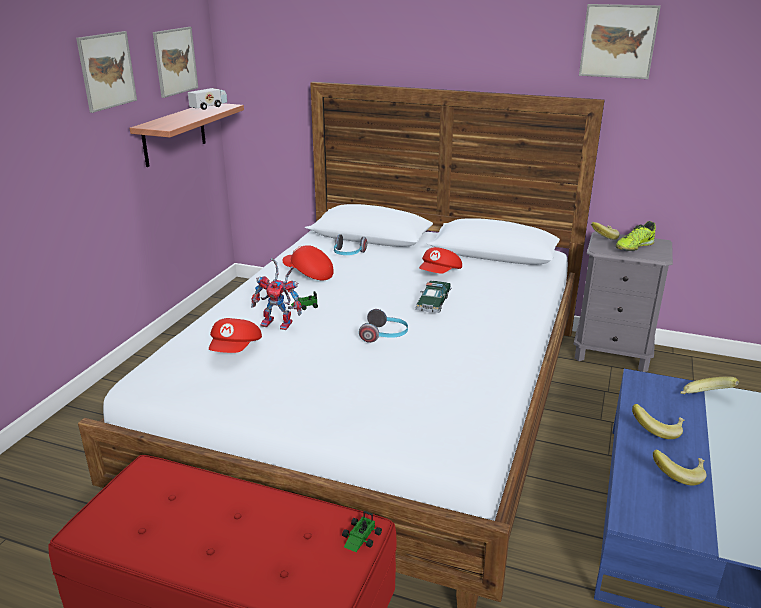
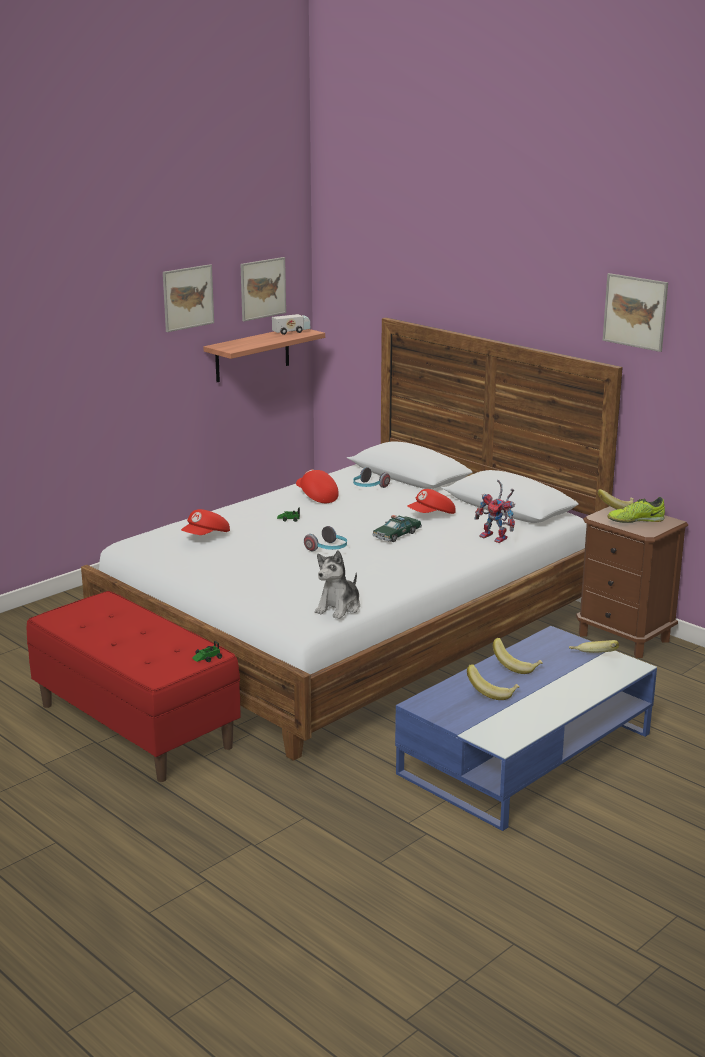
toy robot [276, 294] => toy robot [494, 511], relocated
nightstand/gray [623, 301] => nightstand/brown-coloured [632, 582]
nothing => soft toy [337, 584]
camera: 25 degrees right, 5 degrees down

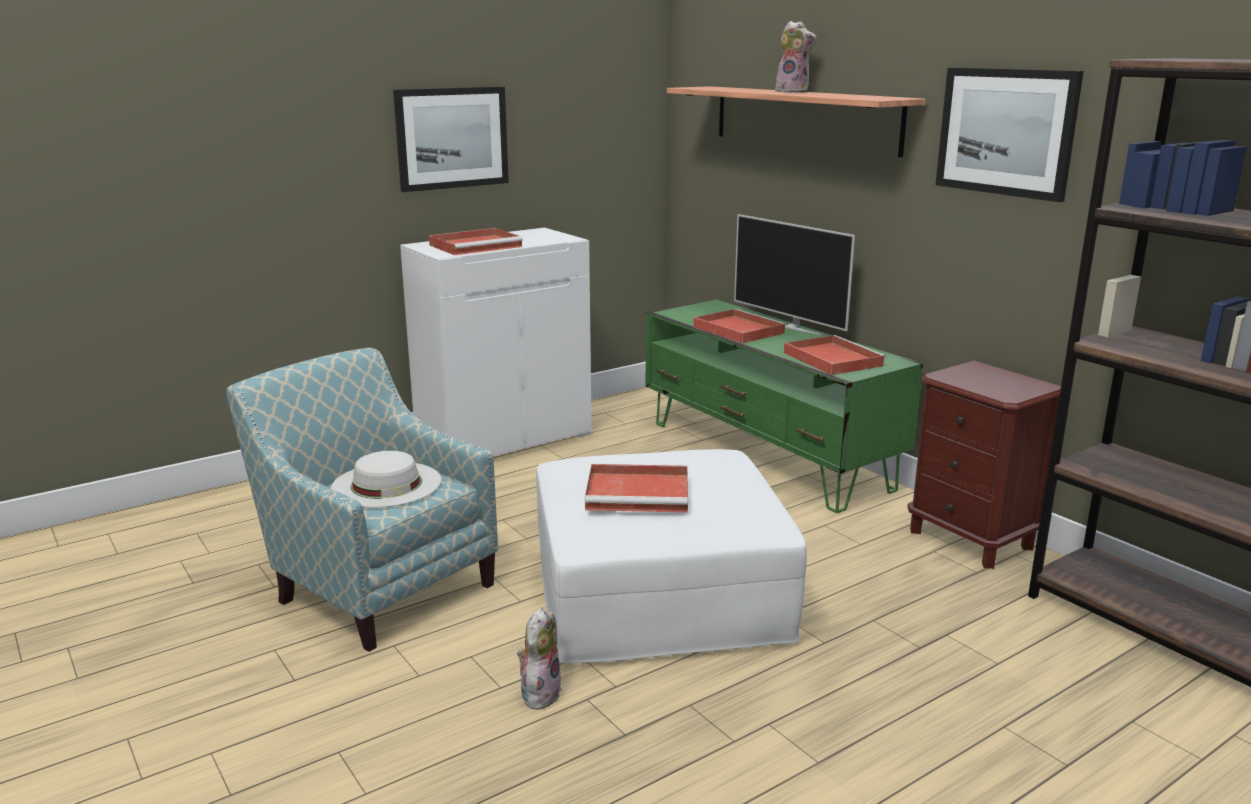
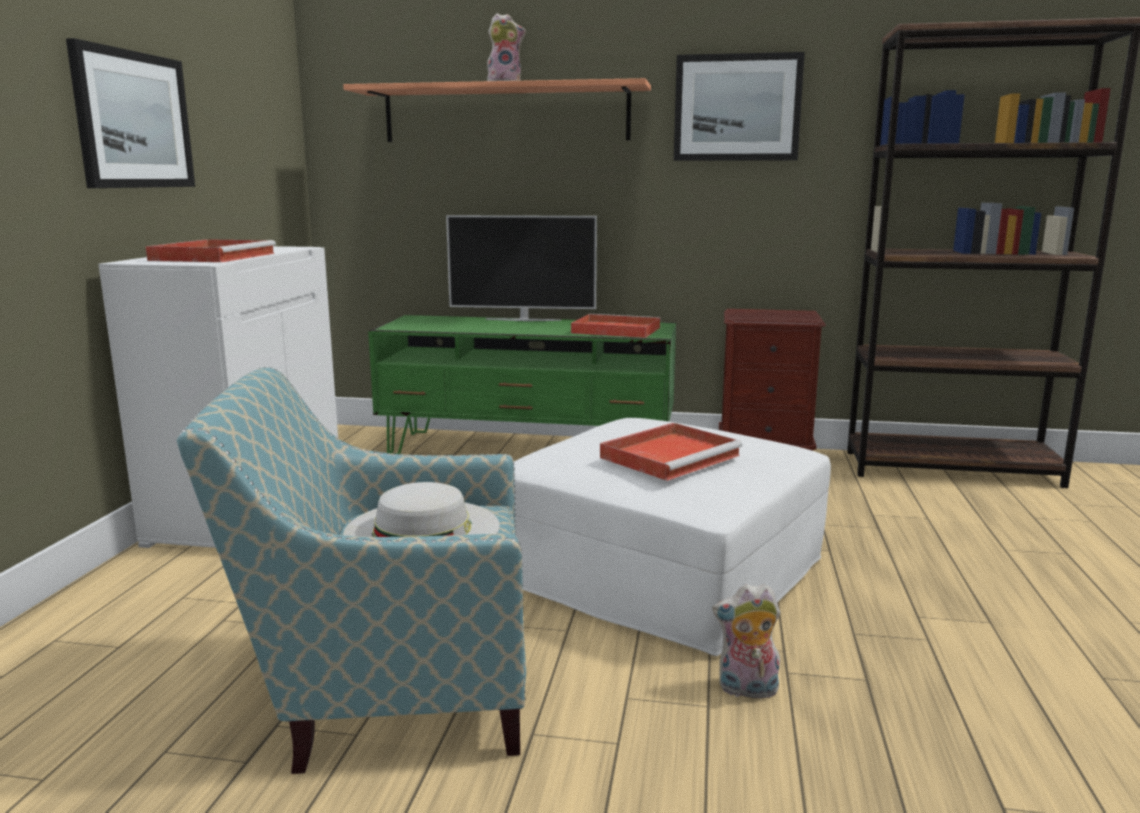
soft toy [539, 659] => soft toy [746, 643], 60 degrees counterclockwise
serving tray/red-coloured [740, 326] => nothing
camera: 45 degrees left, 5 degrees down

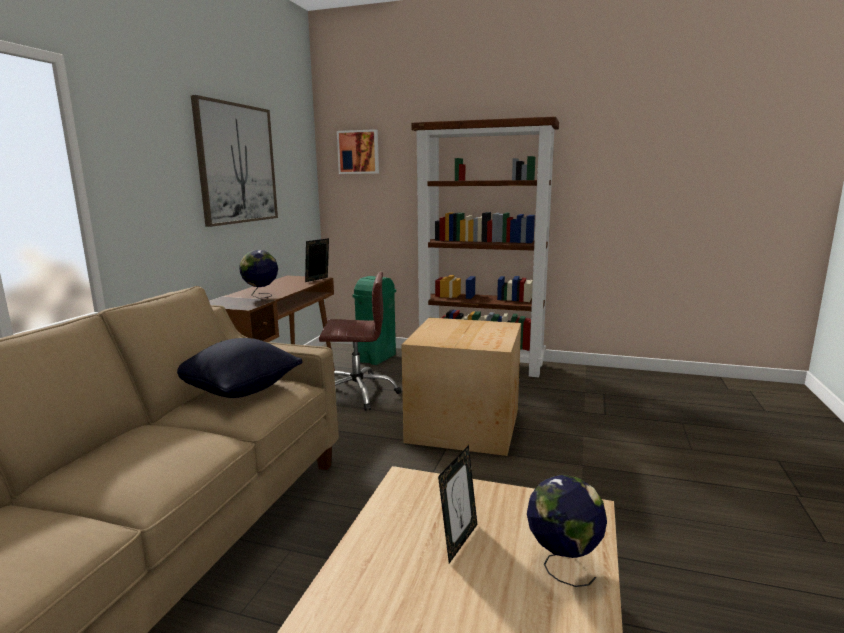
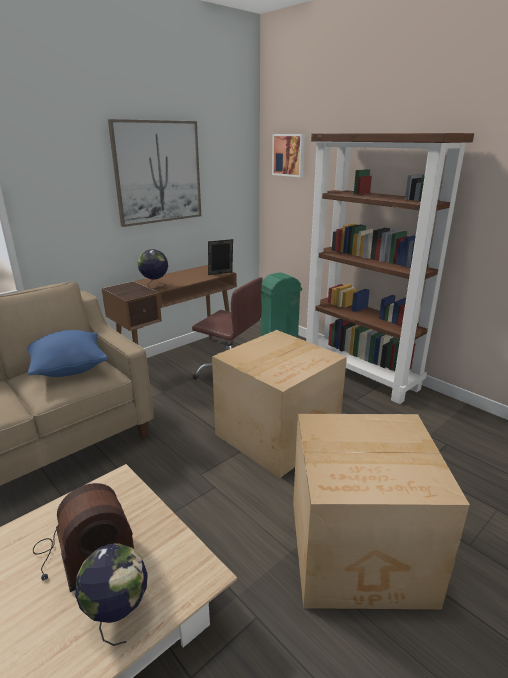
cushion/black-coloured [240, 368] => cushion/blue [67, 353]
picture frame [457, 504] => radio [83, 537]
nothing => packing box [381, 511]
camera: 30 degrees right, 10 degrees up

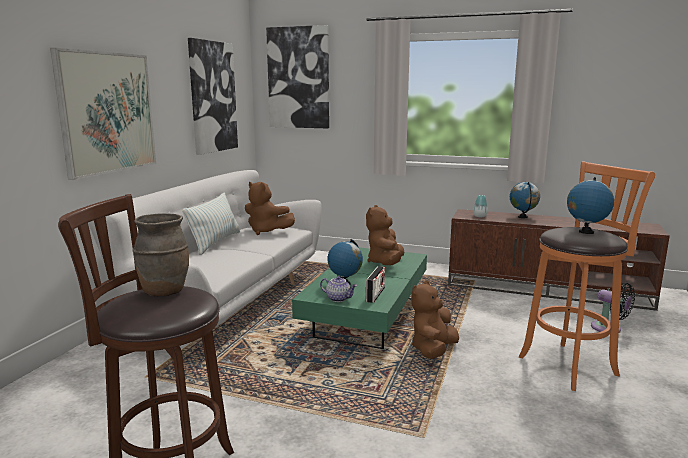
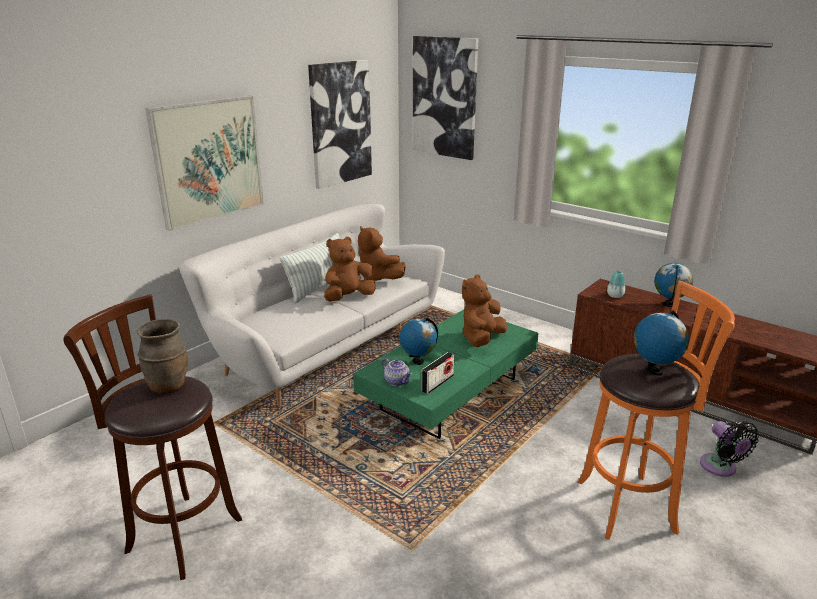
soft toy/brown-coloured [435, 320] => soft toy/brown-coloured [350, 269], relocated
camera: 20 degrees right, 10 degrees up

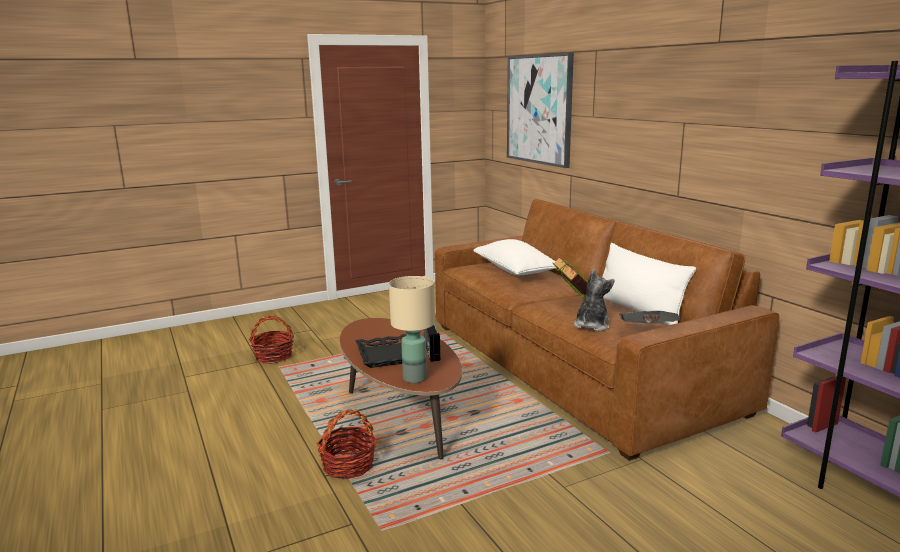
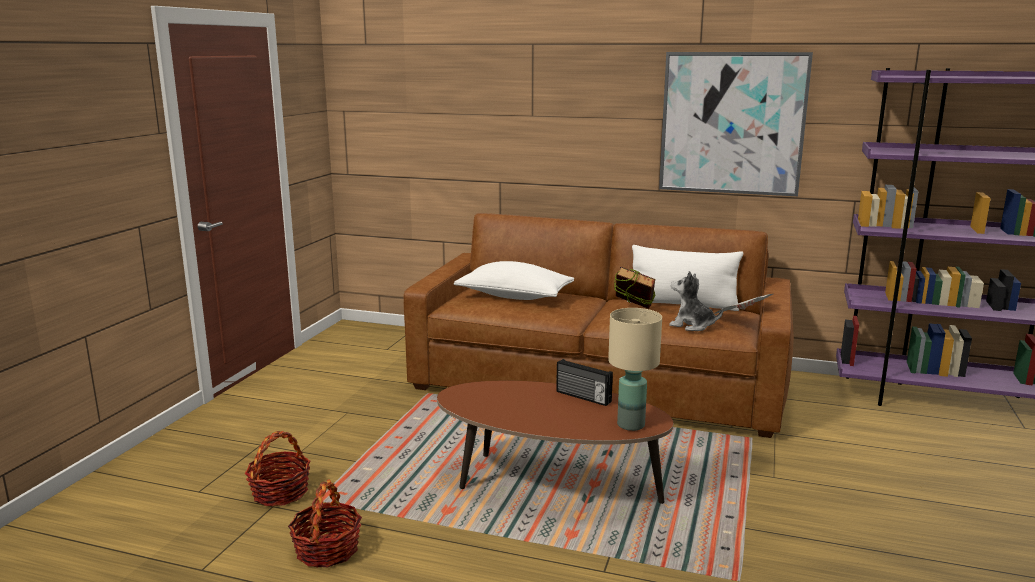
basket [347, 444] => basket [325, 524], relocated
serving tray/black-coloured [381, 351] => nothing
wall picture [540, 110] => wall picture [736, 124], relocated
soft toy [594, 300] => soft toy [696, 301], 45 degrees counterclockwise
camera: 45 degrees left, 0 degrees up

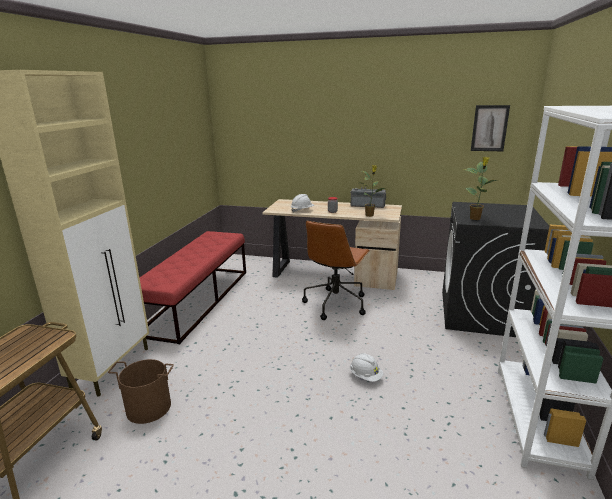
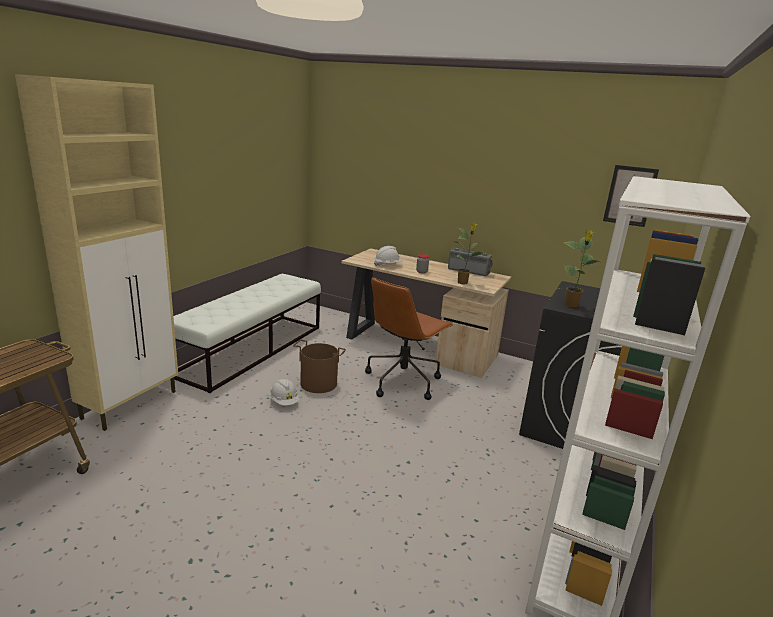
bucket/brown-coloured [141, 391] => bucket/brown-coloured [319, 366], relocated
bench/red-coloured [193, 287] => bench/white-coloured [247, 333]
work helmet/white-coloured [366, 367] => work helmet/white-coloured [284, 391], relocated
camera: 10 degrees right, 0 degrees up

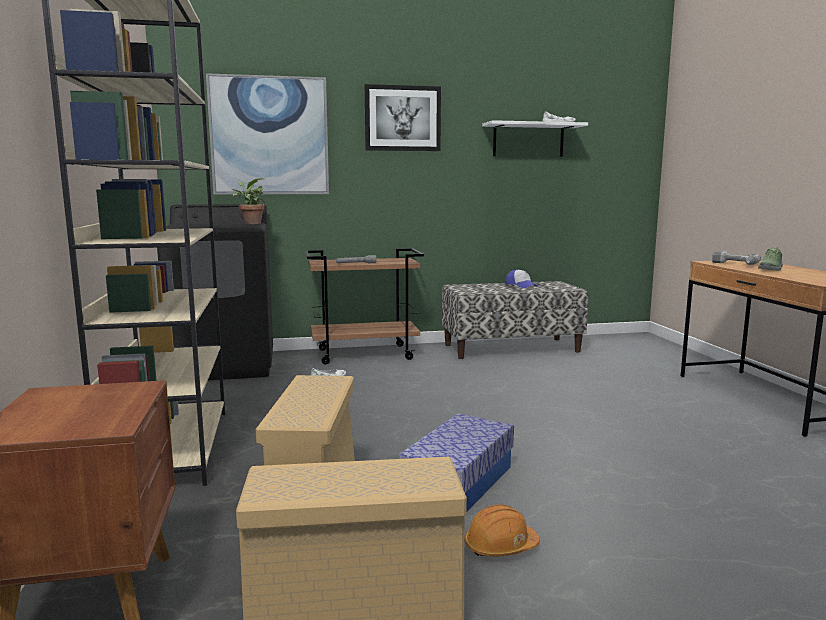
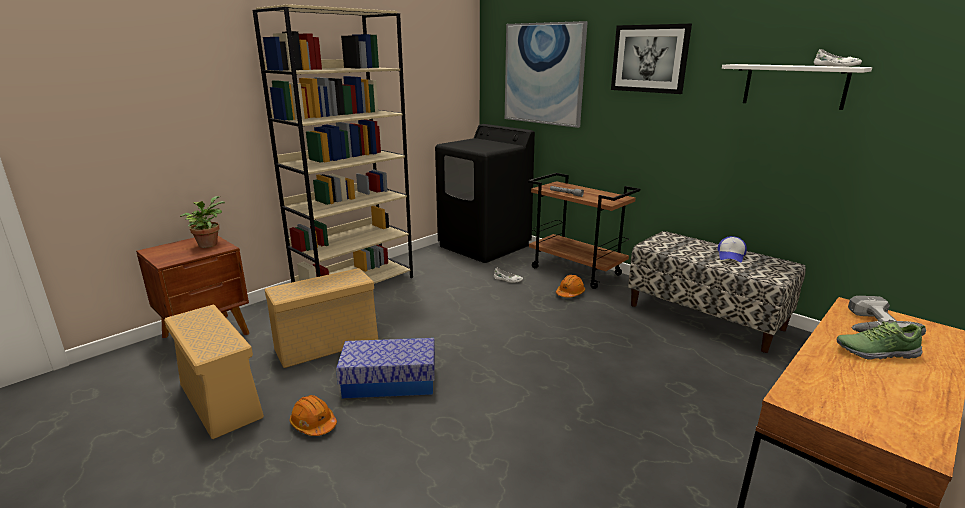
potted plant [249, 201] => potted plant [202, 222], relocated
nothing => work helmet/orange [570, 286]
camera: 55 degrees right, 10 degrees up

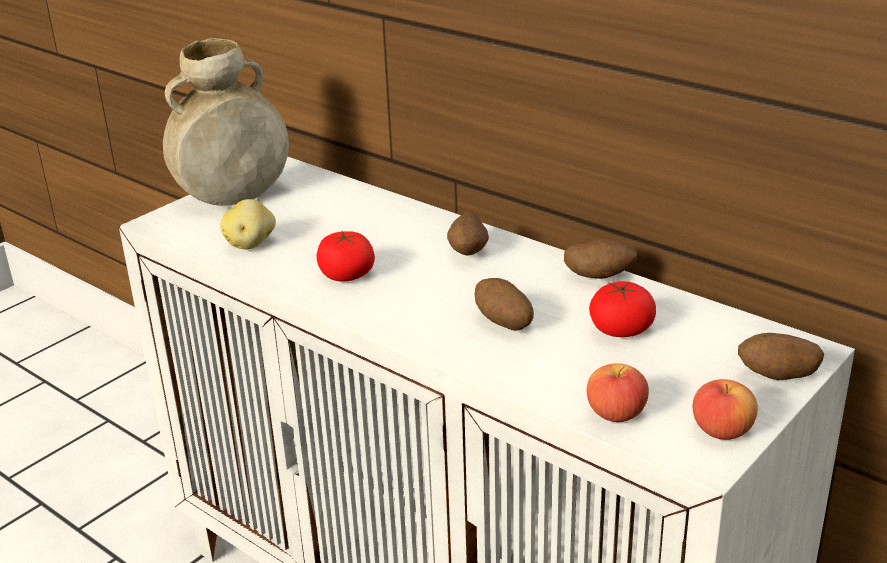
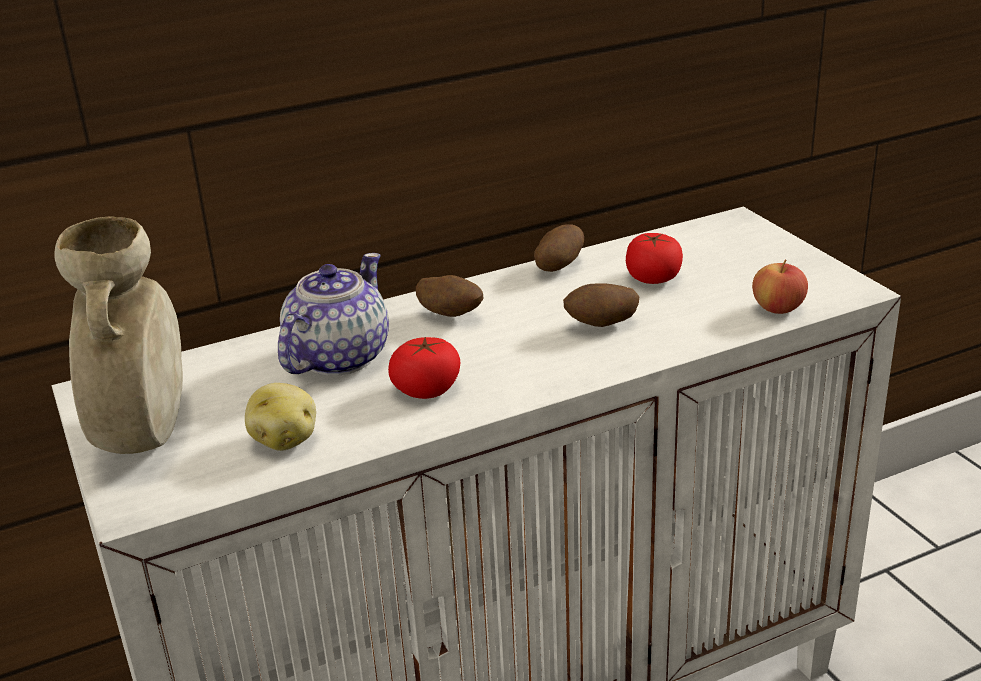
apple [725, 409] => nothing
whole potato [781, 356] => nothing
nothing => tea pot [333, 314]
camera: 65 degrees left, 0 degrees up

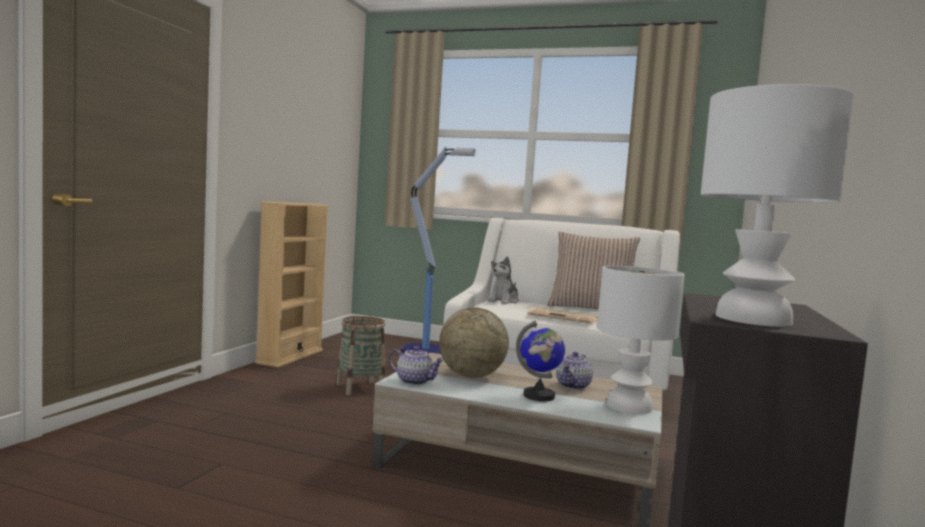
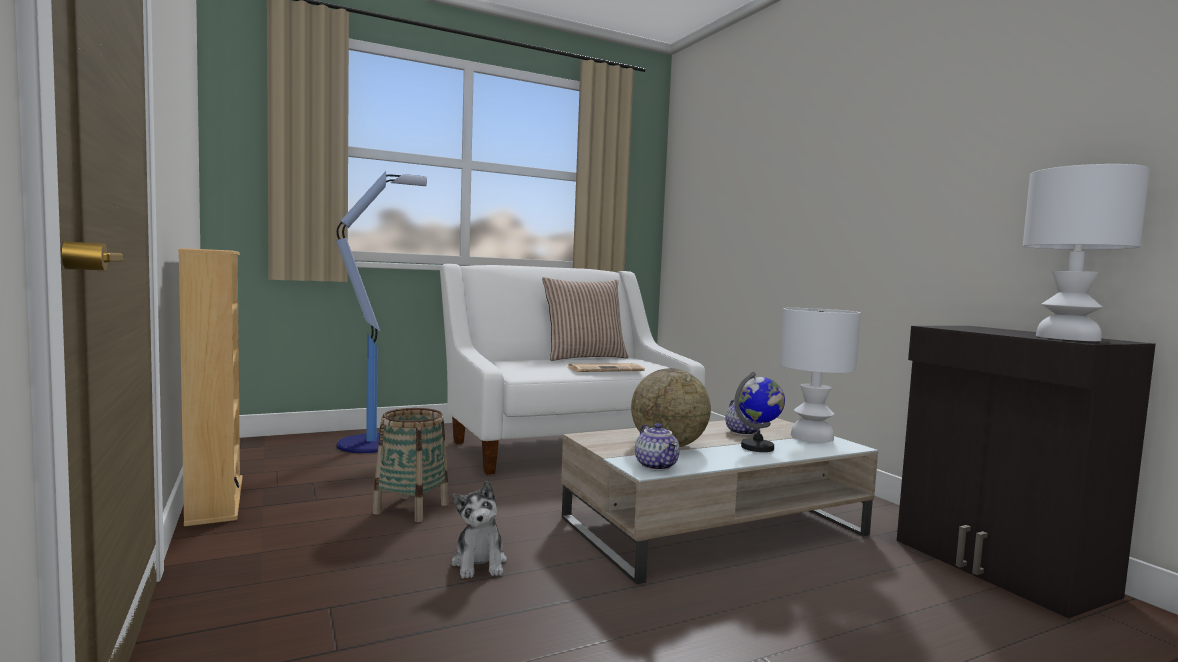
tea pot [416, 365] => tea pot [657, 447], 90 degrees clockwise
soft toy [503, 280] => soft toy [479, 529], relocated
camera: 45 degrees left, 0 degrees up

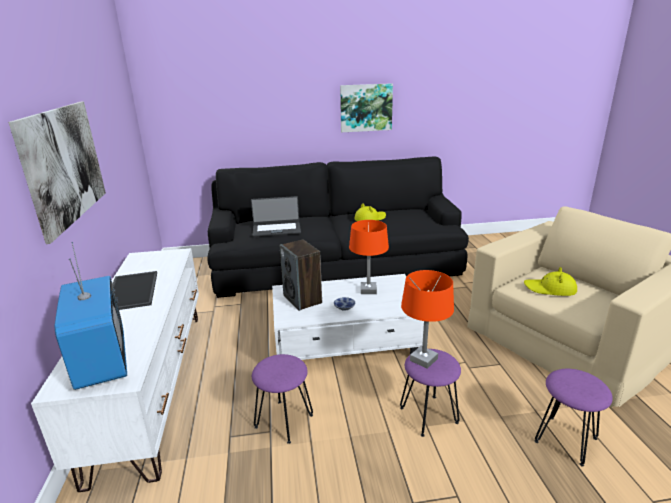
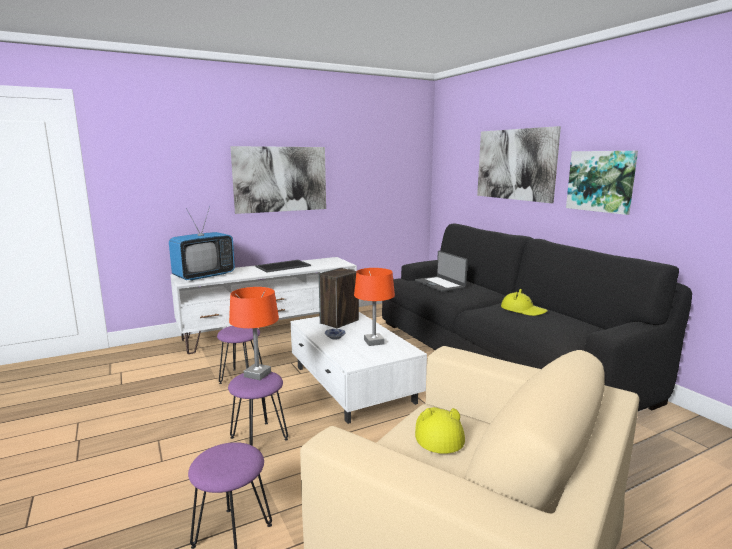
nothing => wall picture [519, 164]
camera: 70 degrees right, 10 degrees down

